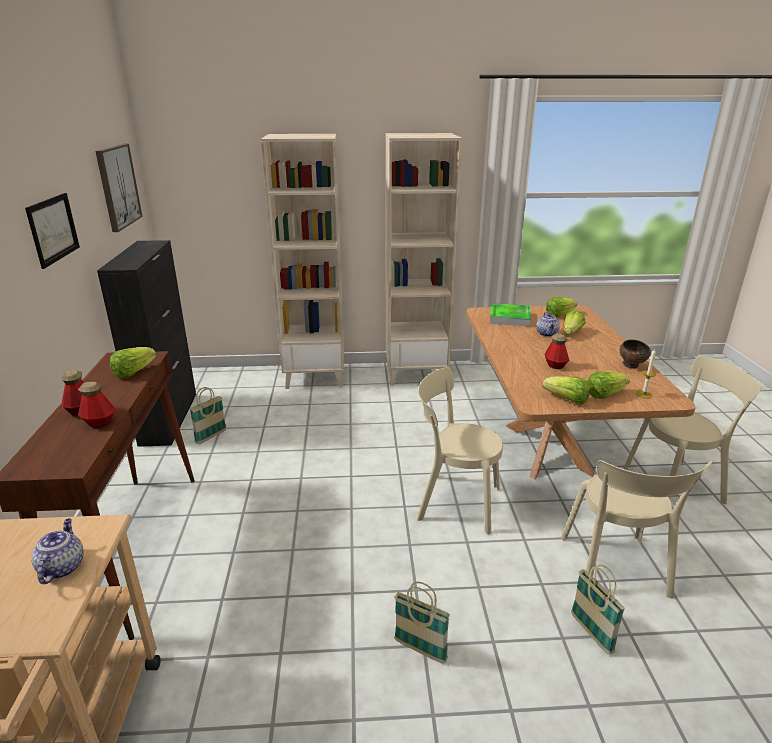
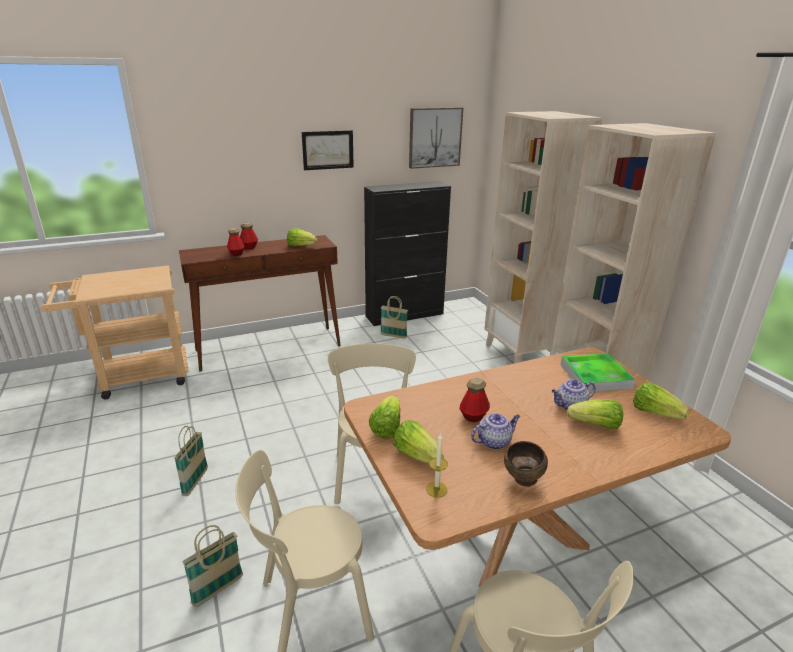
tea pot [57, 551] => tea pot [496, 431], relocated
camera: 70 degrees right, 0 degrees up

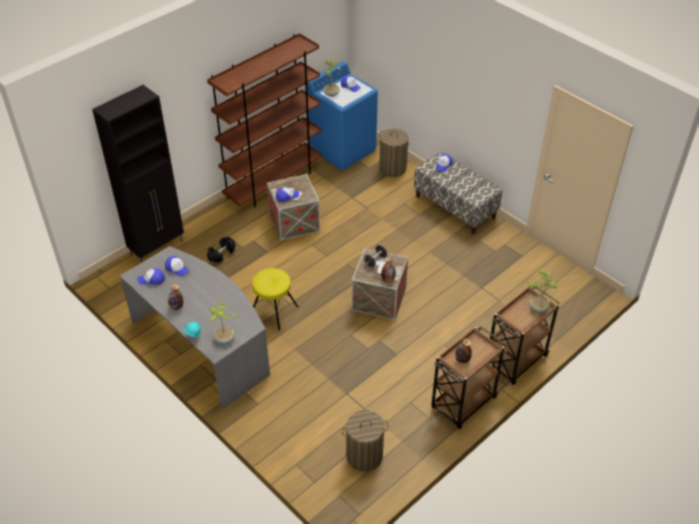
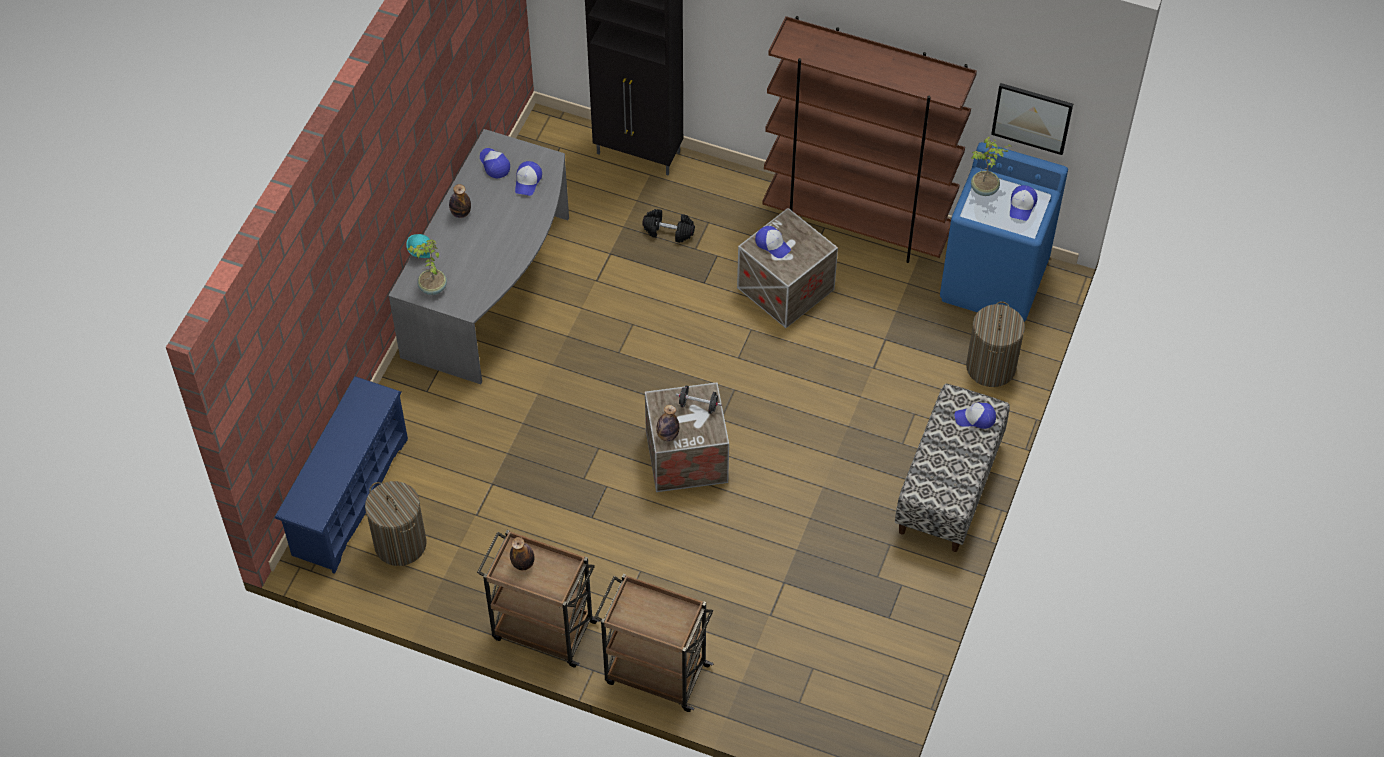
stool seat/yellowish [275, 299] => nothing
potted plant [542, 291] => nothing
nothing => shoe rack/blue [341, 475]
nothing => wall picture [1032, 119]
camera: 65 degrees right, 10 degrees up

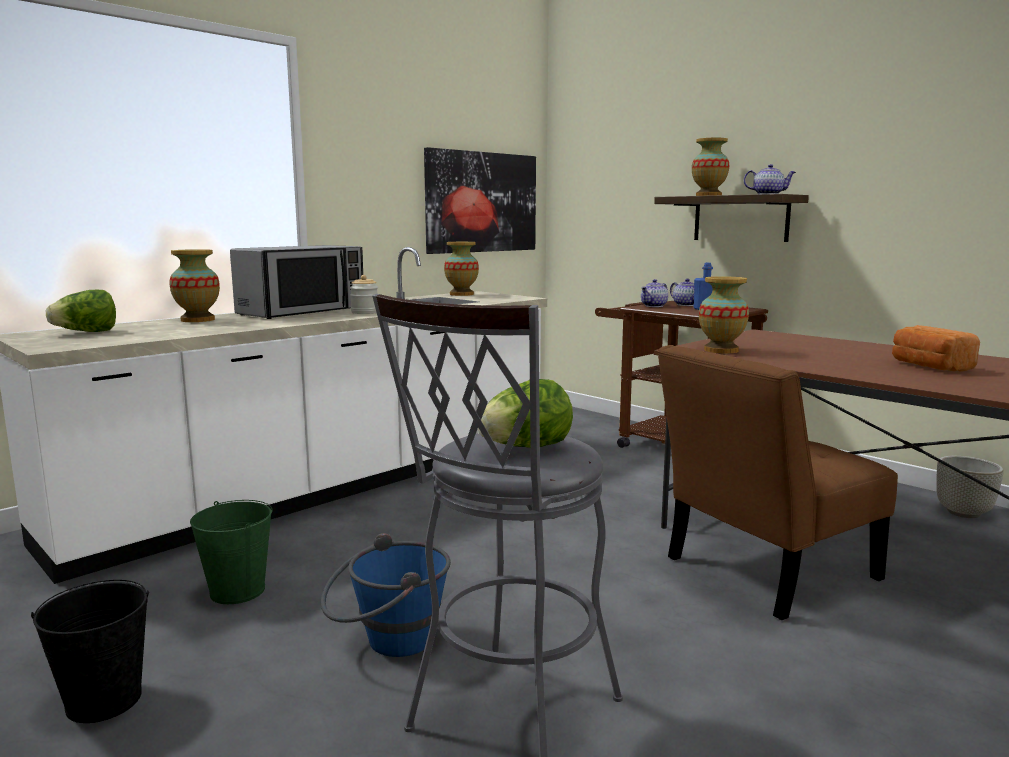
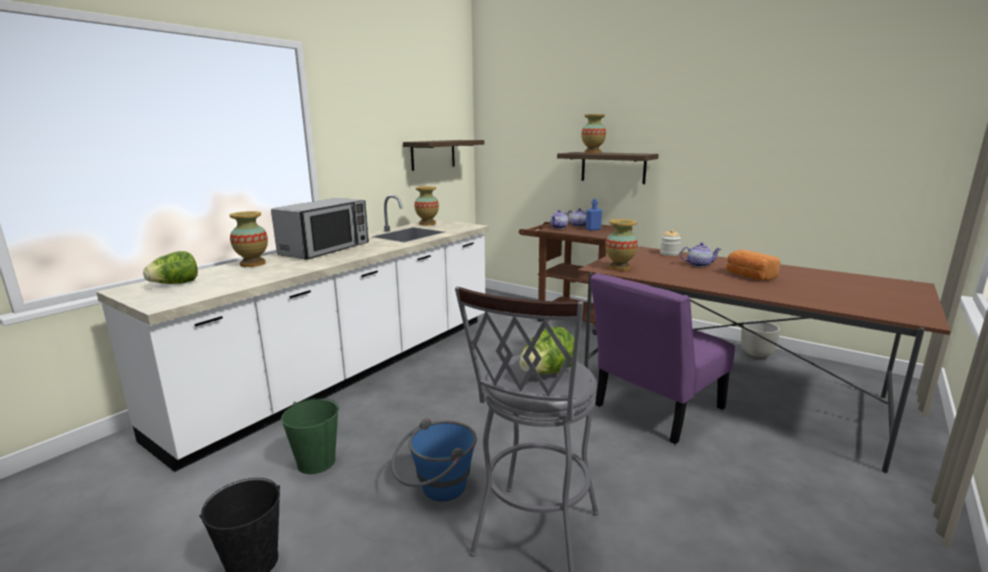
storage jar [364, 294] => storage jar [670, 242], relocated
wall picture [480, 200] => shelf [443, 155]
upright chair/brown-coloured [777, 482] => upright chair/purple-coloured [662, 358]
tea pot [770, 179] => tea pot [700, 254], relocated
camera: 10 degrees left, 5 degrees up

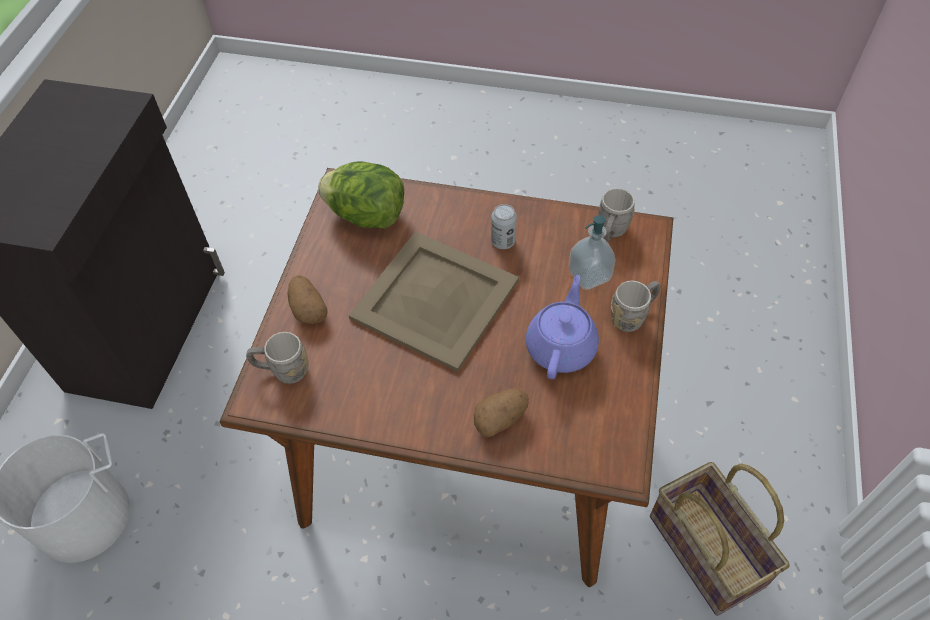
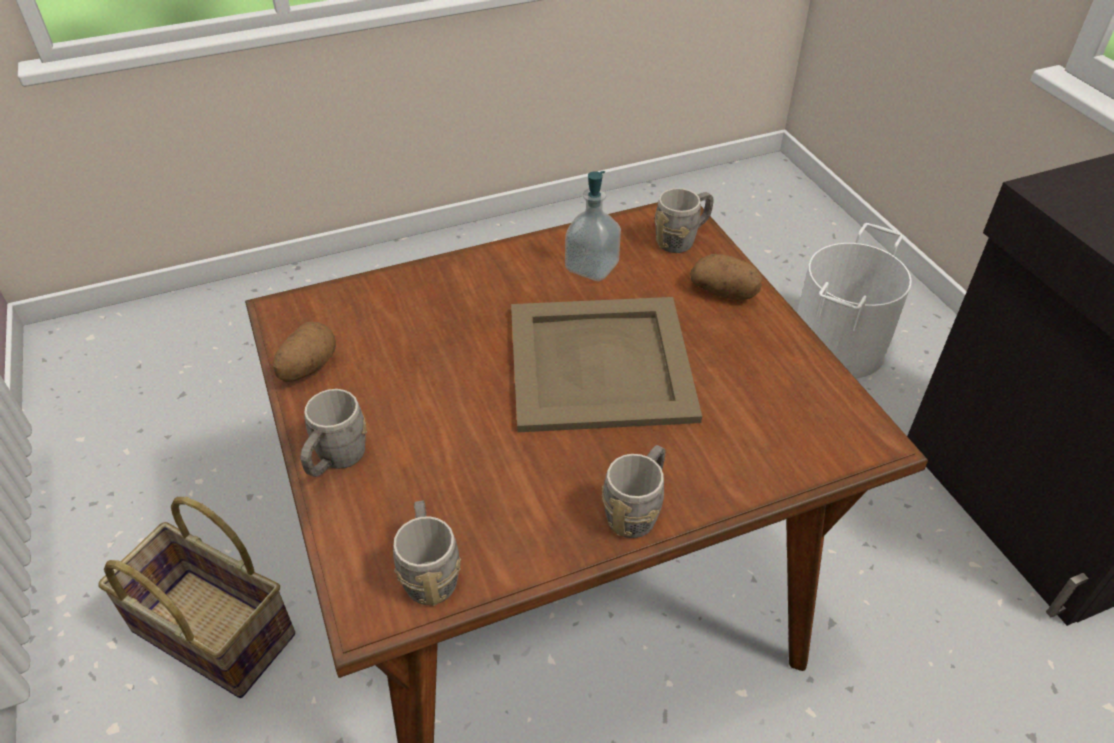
lettuce [361, 195] => nothing
whole potato [501, 412] => whole potato [304, 352], relocated
sealed can [504, 226] => nothing
tea pot/purple-coloured [562, 327] => nothing
soap dispenser [592, 252] => soap dispenser [593, 226], relocated
nothing => mug/gray [634, 491]
camera: 145 degrees right, 10 degrees down

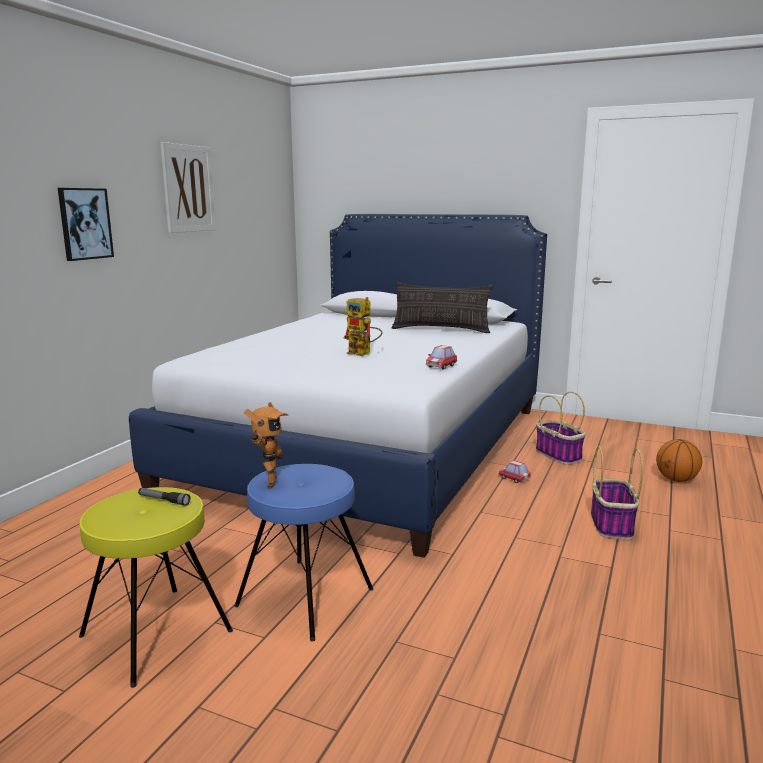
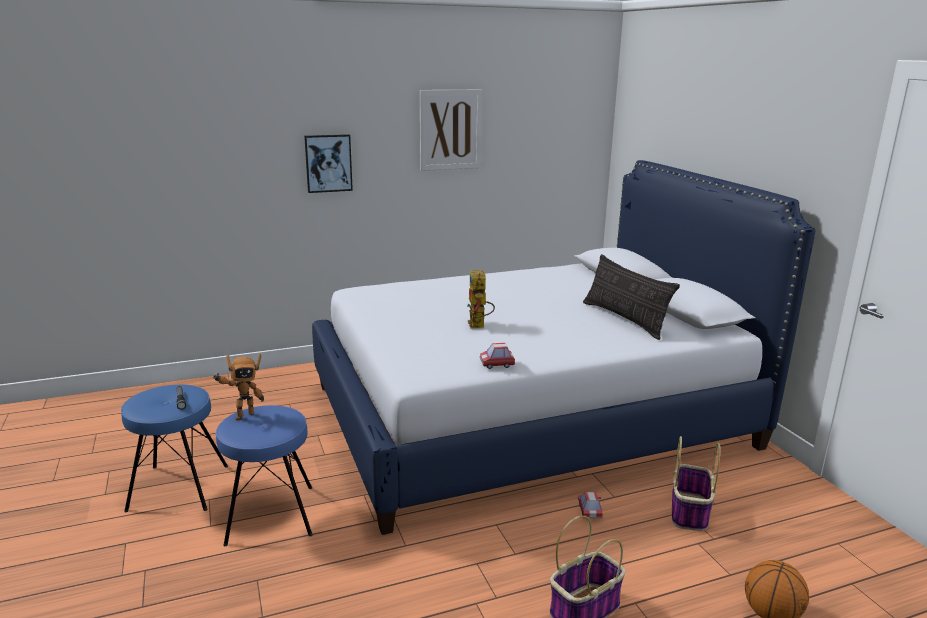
stool seat/yellowish [156, 587] => stool seat/blue [174, 448]
camera: 45 degrees right, 5 degrees up

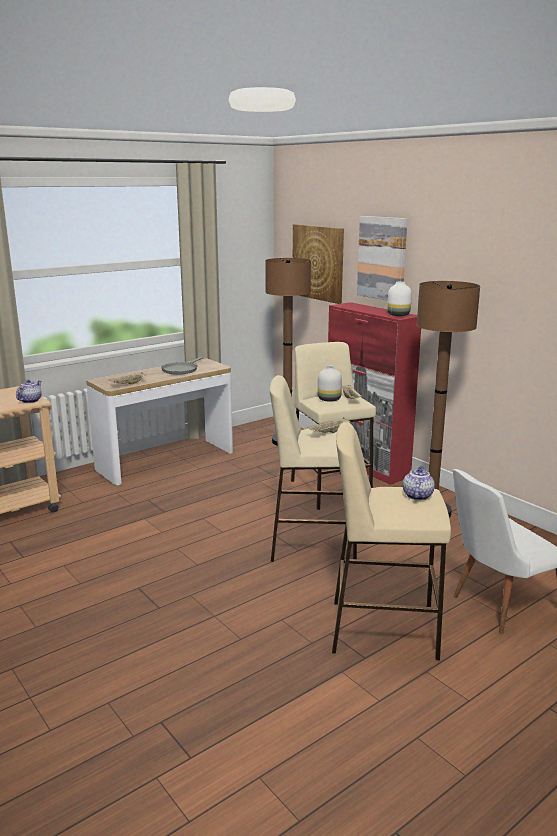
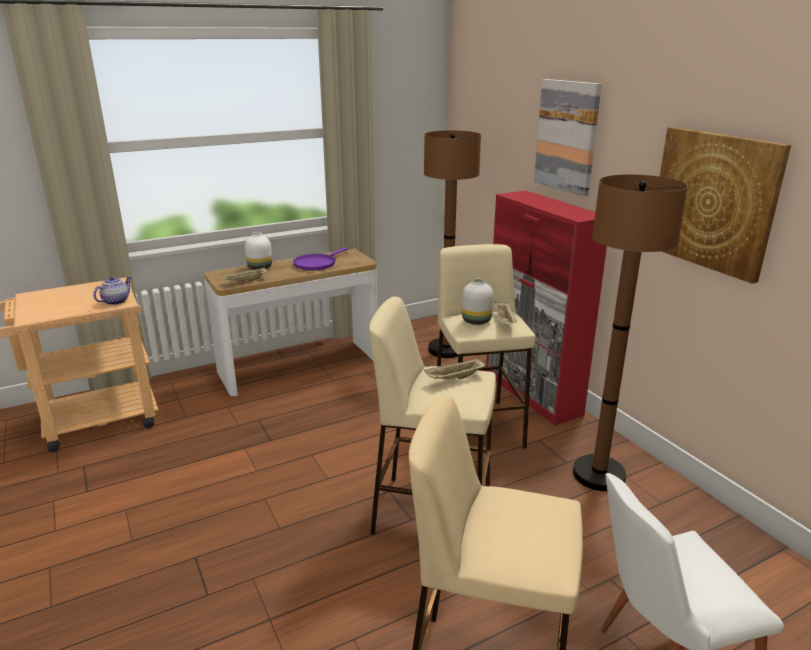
pan/gray [182, 366] => pan/purple-coloured [320, 259]
wall picture [318, 264] => wall picture [725, 205], relocated
vase/white-coloured [399, 299] => vase/white-coloured [258, 251], relocated
tea pot [419, 483] => nothing
camera: 10 degrees right, 5 degrees up

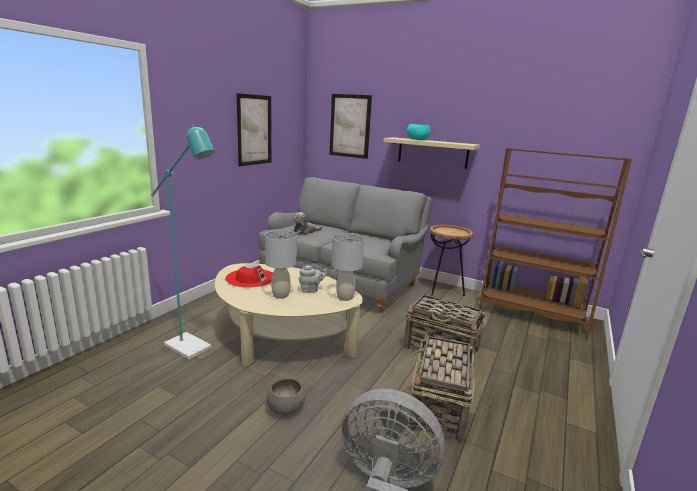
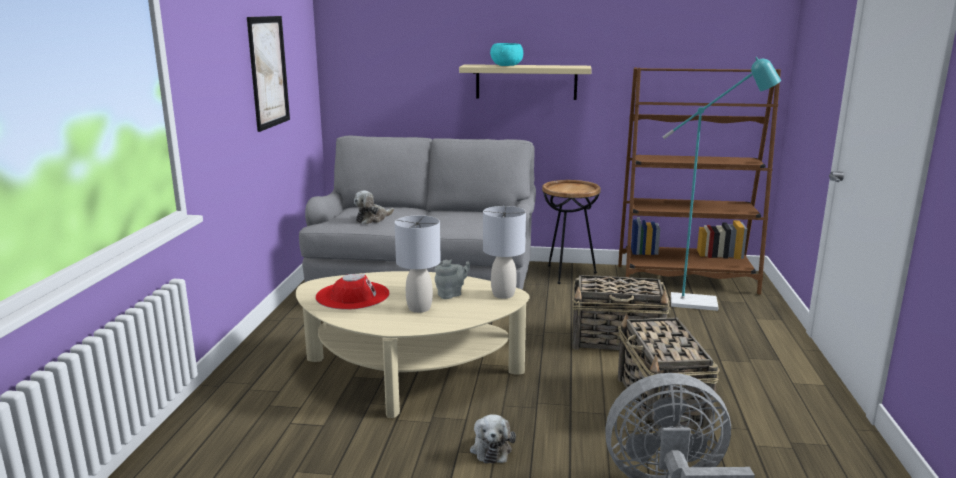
floor lamp/blue-green [183, 242] => floor lamp/blue-green [722, 184], relocated
deep dish/gray [286, 397] => soft toy [493, 438]
wall picture [350, 126] => nothing
camera: 20 degrees left, 0 degrees up

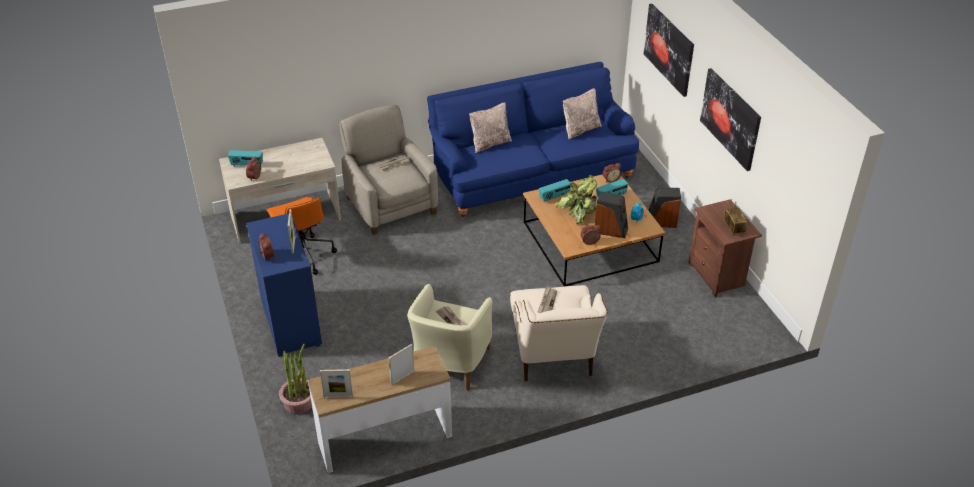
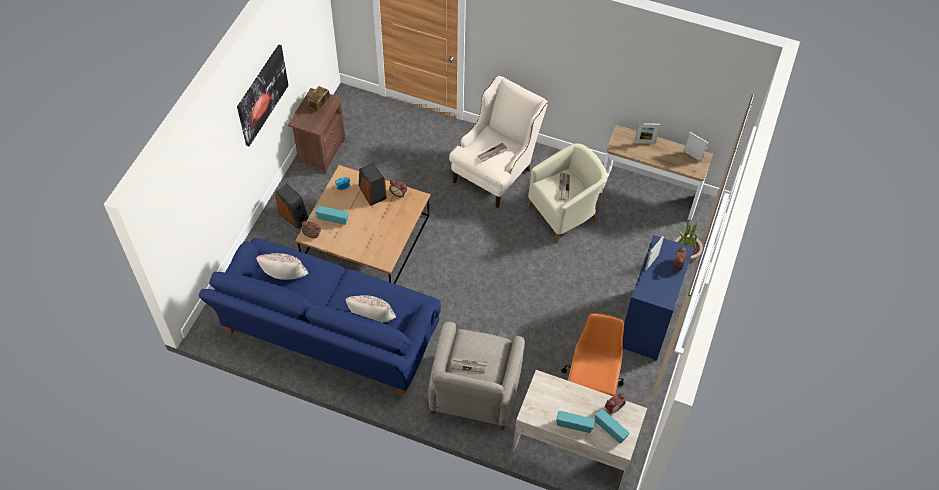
radio [555, 190] => radio [576, 422], relocated
potted plant [576, 199] => nothing
wall picture [669, 50] => nothing
camera: 140 degrees left, 15 degrees up

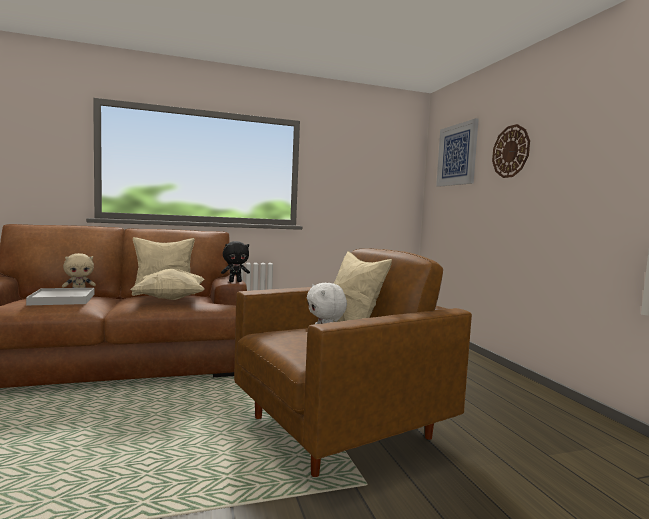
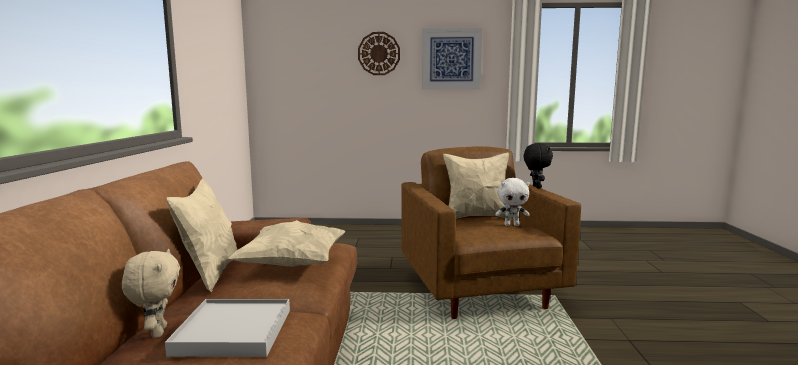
soft toy/black-coloured [235, 261] => soft toy/black-coloured [538, 165], relocated
wall picture [457, 152] => wall picture [452, 58], relocated
camera: 70 degrees left, 5 degrees up

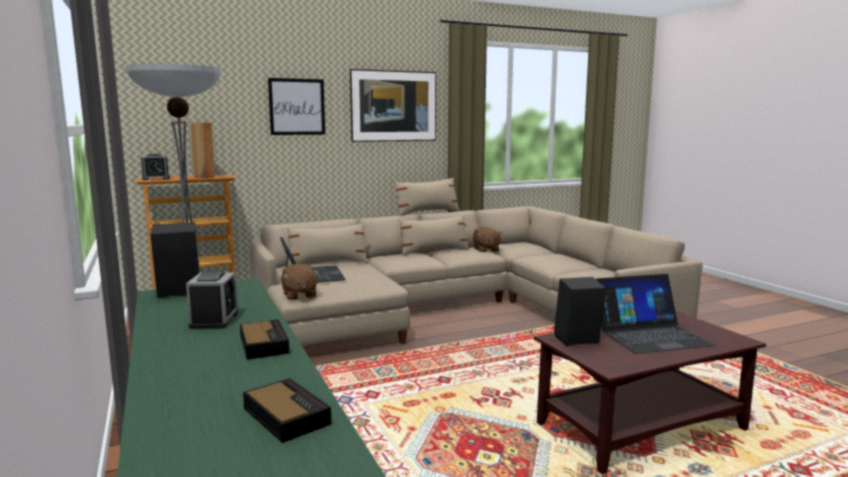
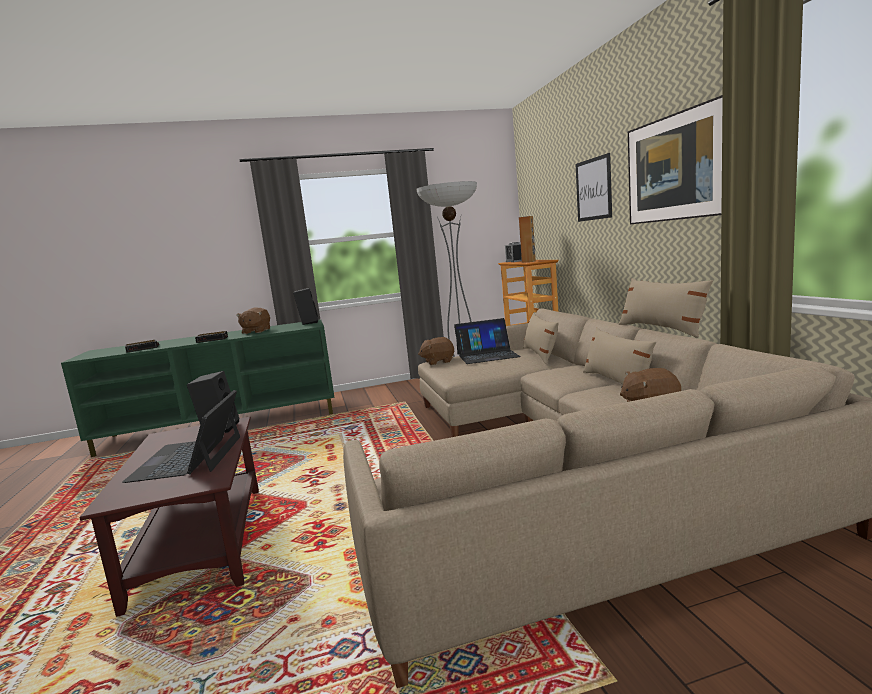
table clock [212, 300] => soft toy/brown-coloured [253, 320]
camera: 100 degrees right, 0 degrees up

